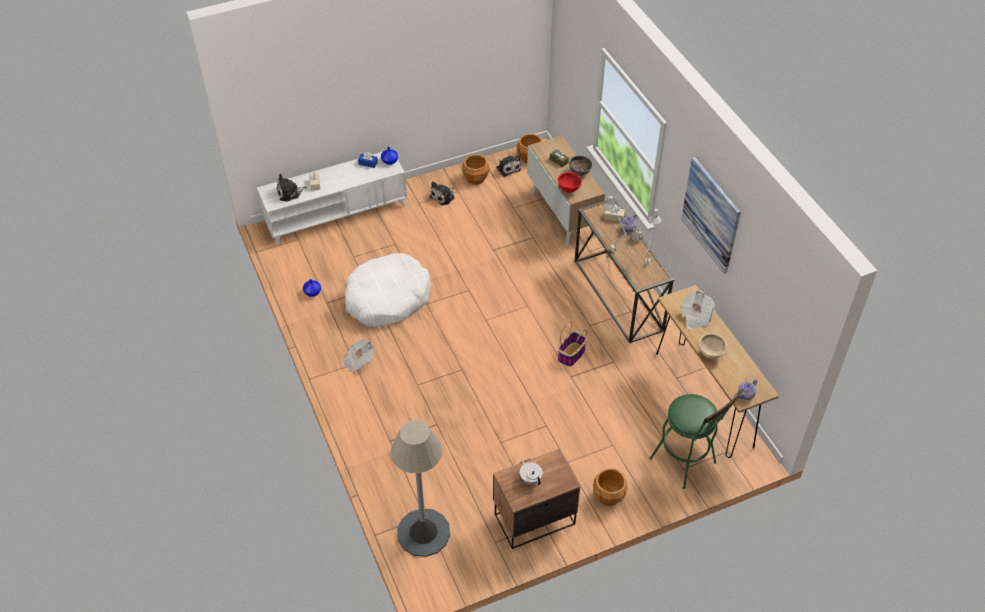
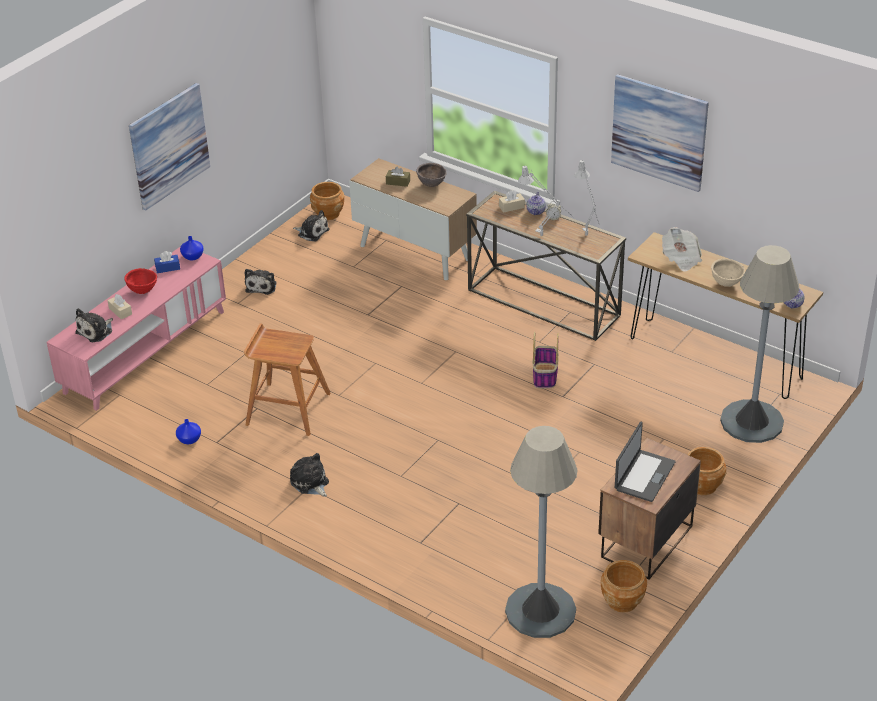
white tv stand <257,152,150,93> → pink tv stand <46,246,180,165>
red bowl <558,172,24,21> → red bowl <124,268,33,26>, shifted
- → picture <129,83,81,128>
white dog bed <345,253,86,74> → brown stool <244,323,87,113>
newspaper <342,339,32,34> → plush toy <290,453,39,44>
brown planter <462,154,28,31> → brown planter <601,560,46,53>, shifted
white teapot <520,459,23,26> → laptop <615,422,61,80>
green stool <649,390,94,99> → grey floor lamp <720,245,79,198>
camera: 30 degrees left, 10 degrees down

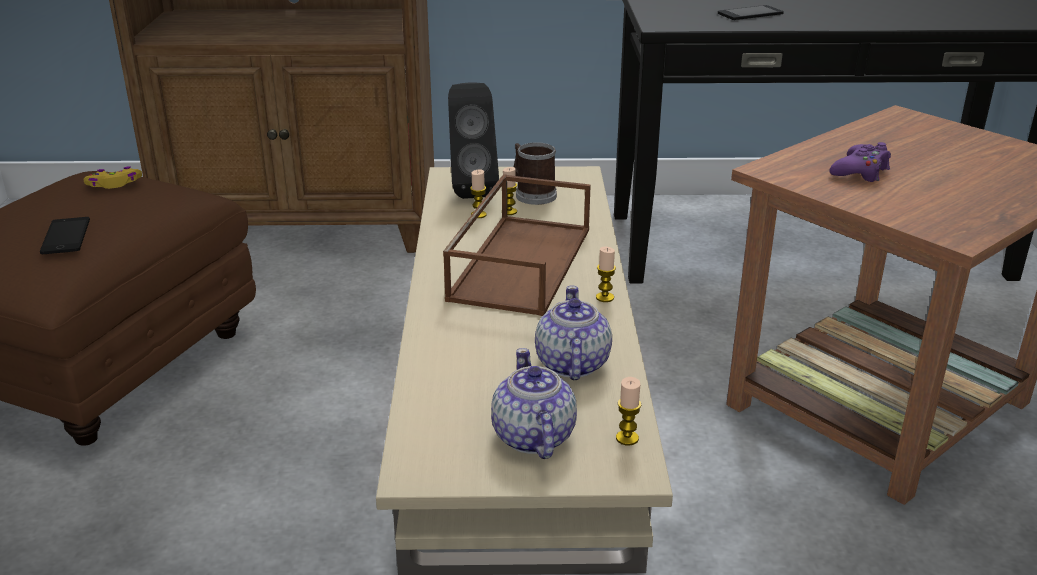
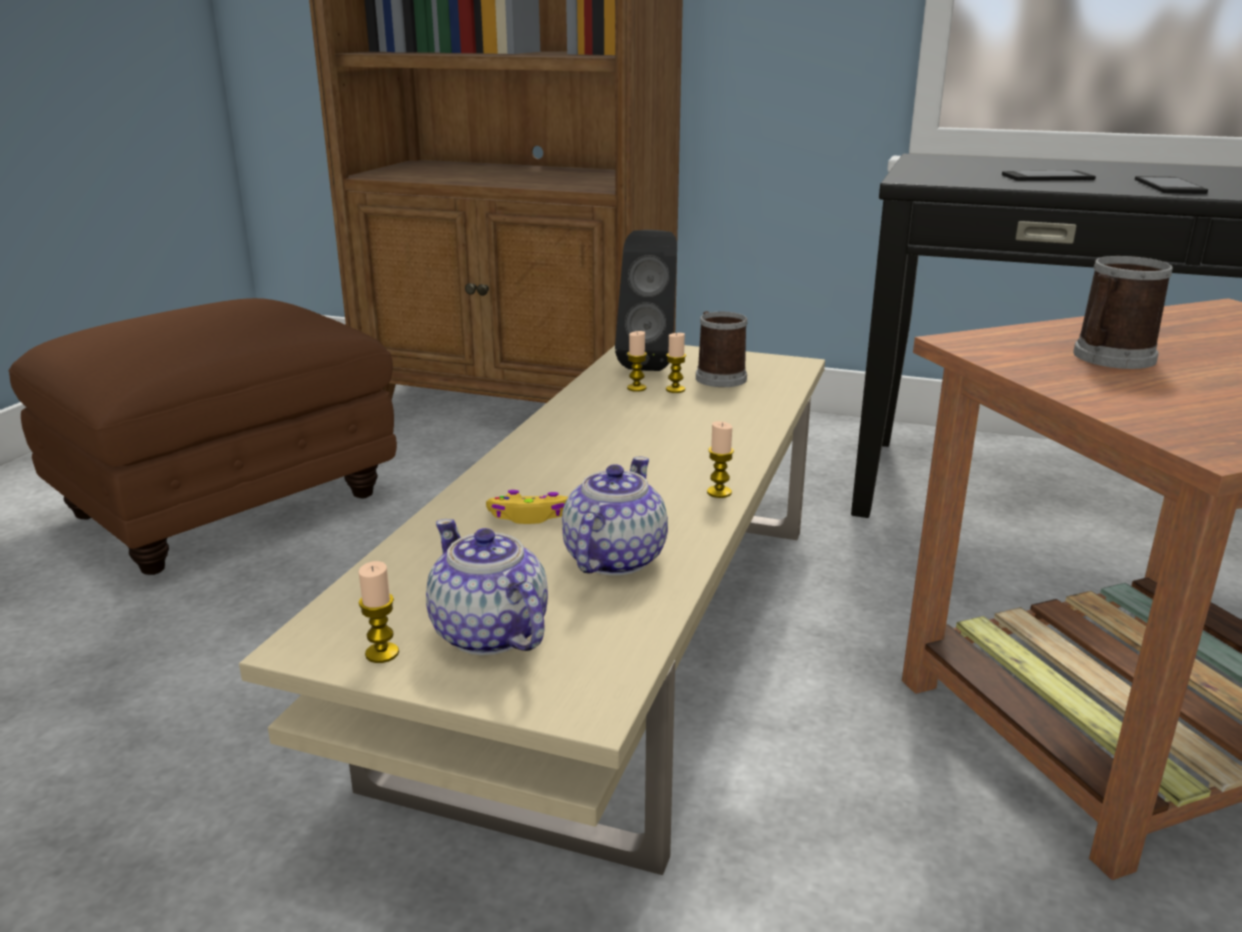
candle <616,377,25,69> → candle <359,561,40,102>, shifted
teapot <491,348,86,111> → teapot <426,519,122,136>, 45 degrees counterclockwise
yellow game controller <83,167,59,22> → yellow game controller <486,490,82,34>, shifted
purple game controller <829,142,62,40> → mug <1073,256,100,113>
phone <40,217,50,37> → phone <1135,176,73,18>, shifted
brown tray <443,174,148,142> → -
camera: 20 degrees right, 5 degrees down

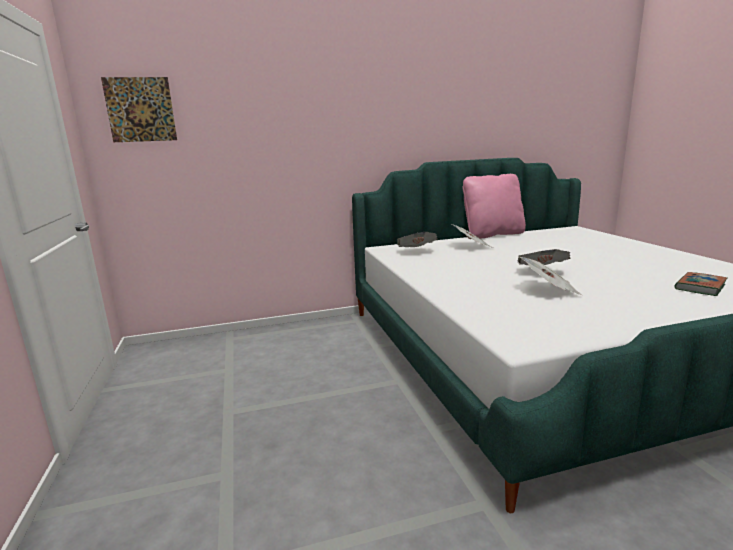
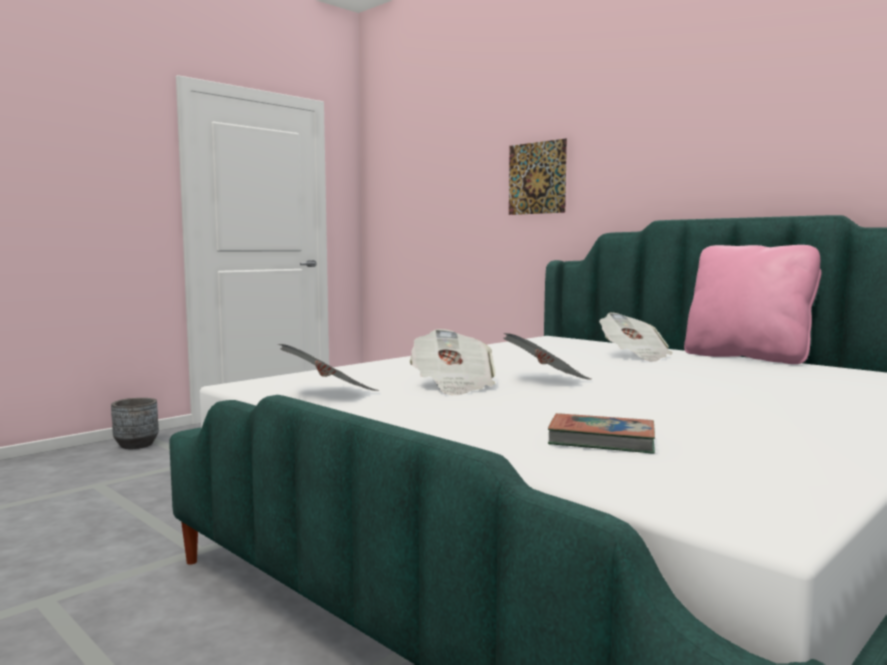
- → grey planter <111,398,48,51>
newspaper <397,232,40,15> → newspaper <277,344,102,47>, shifted
picture <101,77,76,65> → picture <509,139,58,76>, shifted
camera: 60 degrees right, 10 degrees down

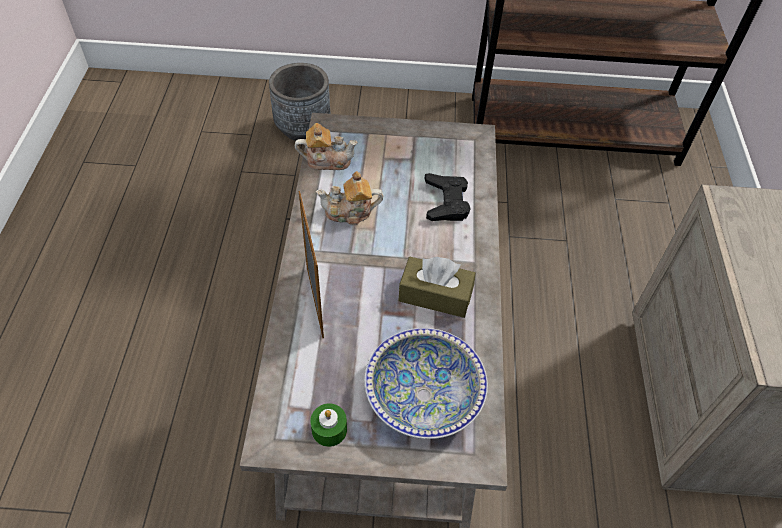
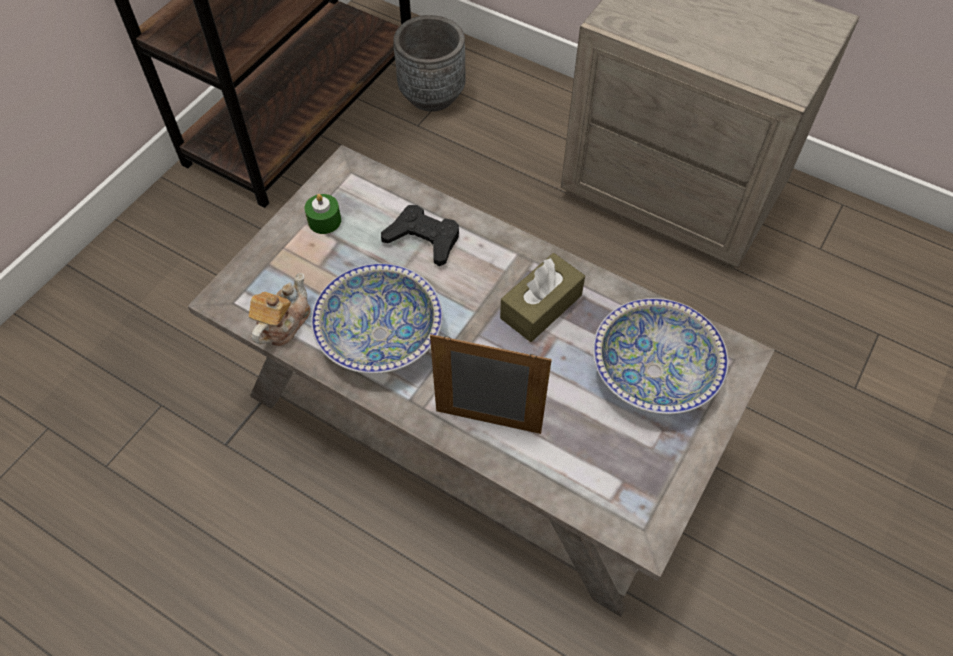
green candle <310,403,37,44> → green candle <305,194,36,40>, shifted
teapot <316,171,67,54> → bowl <311,263,132,111>
grey planter <269,63,61,78> → grey planter <394,15,72,97>, shifted
camera: 60 degrees left, 5 degrees up

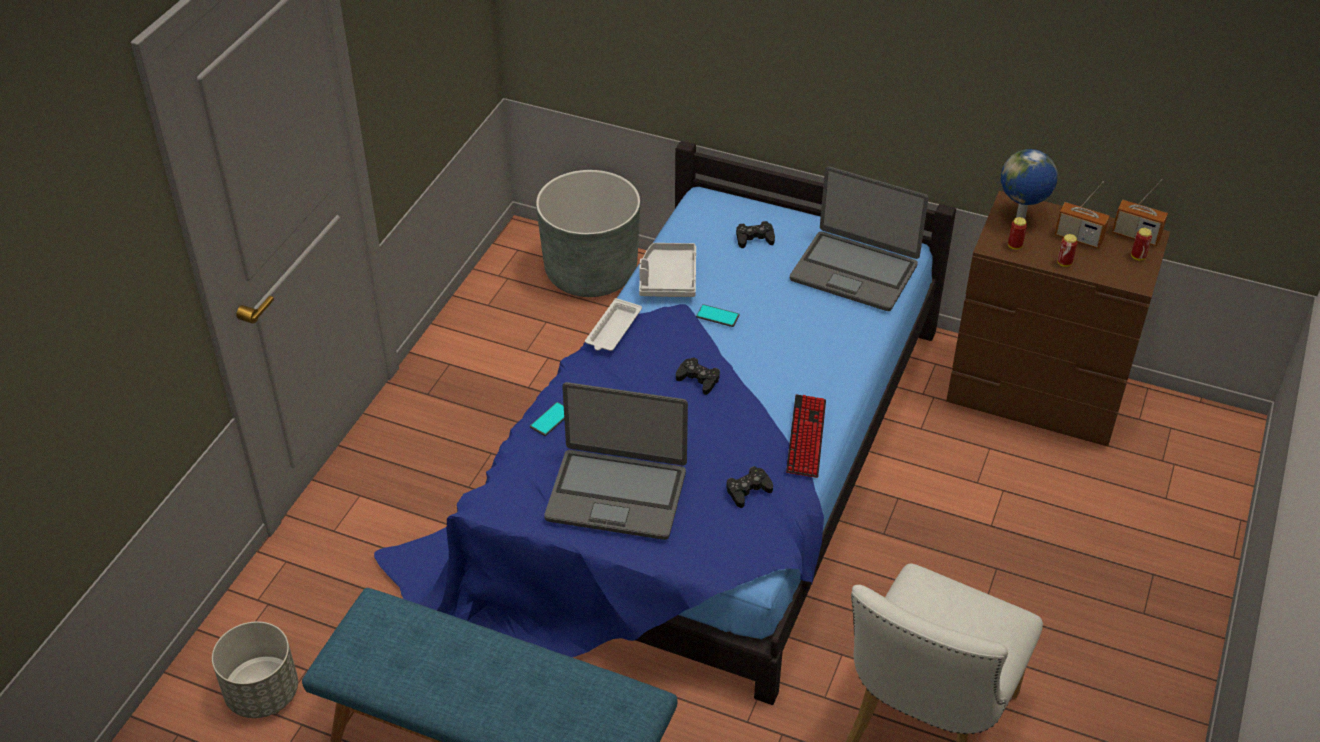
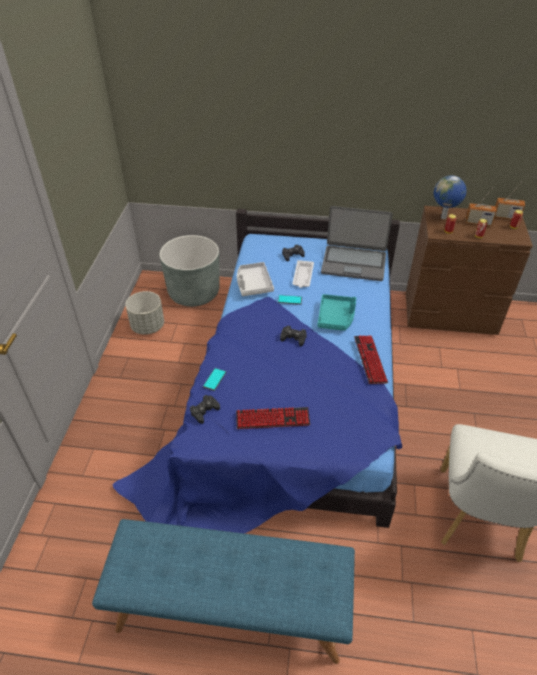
grey planter <212,621,86,97> → grey planter <126,291,38,44>, shifted
black game controller <726,466,47,42> → black game controller <190,395,30,29>, shifted
laptop <544,382,144,158> → keyboard <236,407,74,22>
white tray <585,298,57,53> → white tray <292,260,22,28>, shifted
- → turquoise tray <318,294,38,37>
camera: 15 degrees left, 0 degrees up

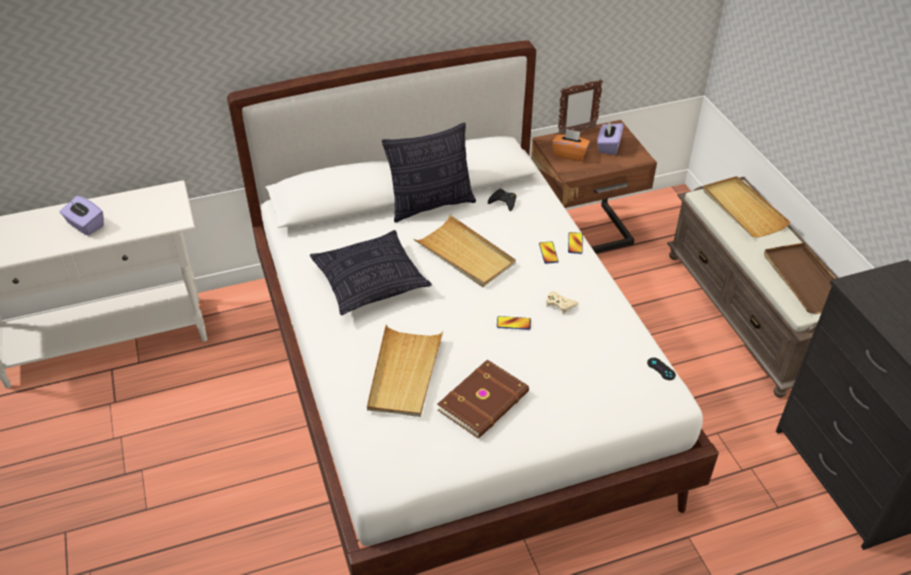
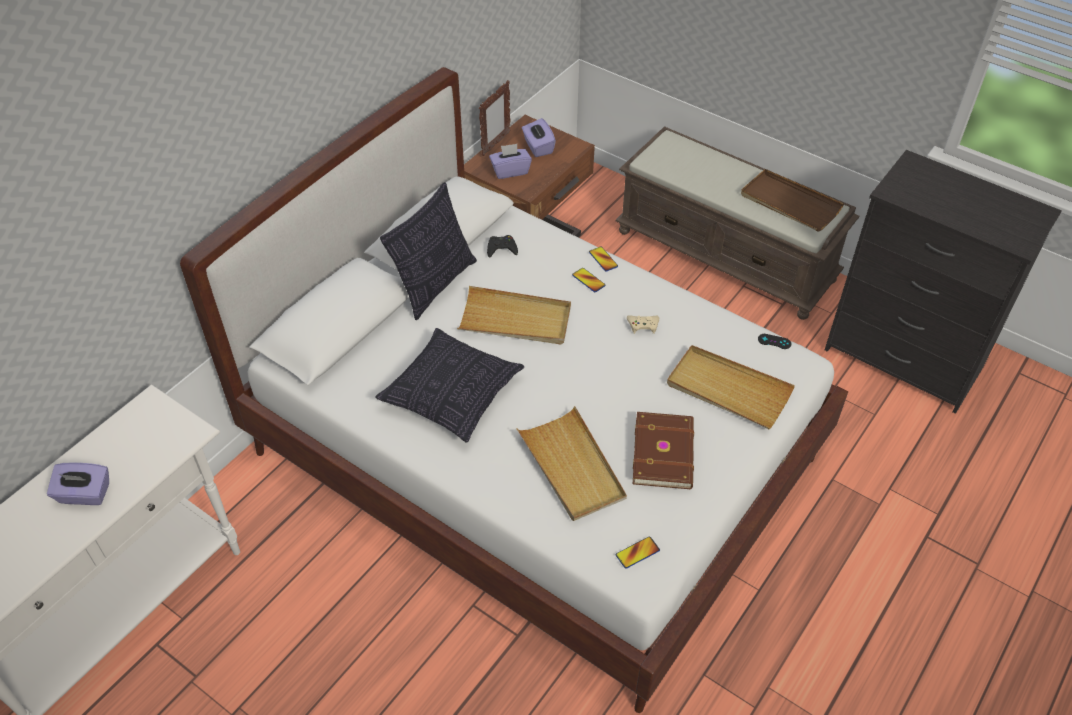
orange tissue box <552,129,38,32> → purple tissue box <489,144,43,35>
phone <497,316,34,14> → phone <616,537,44,32>, shifted
beige tray <703,176,88,62> → beige tray <667,345,128,84>, shifted
camera: 35 degrees left, 5 degrees up

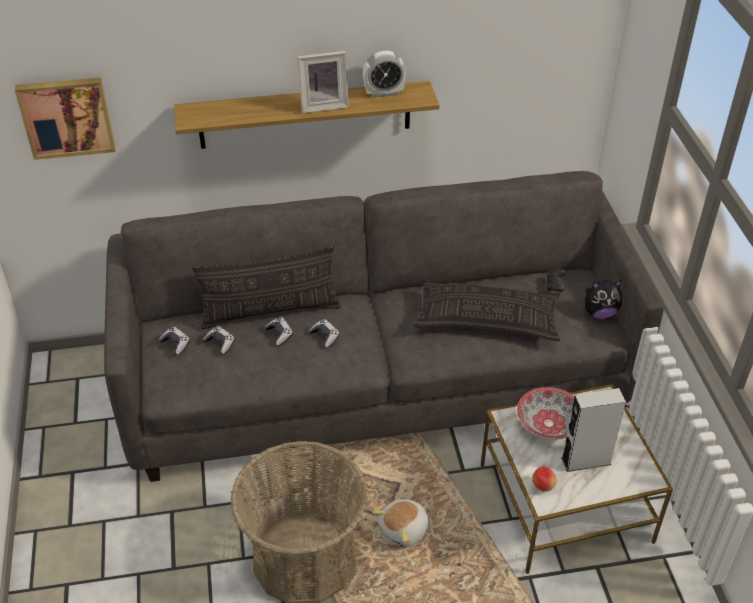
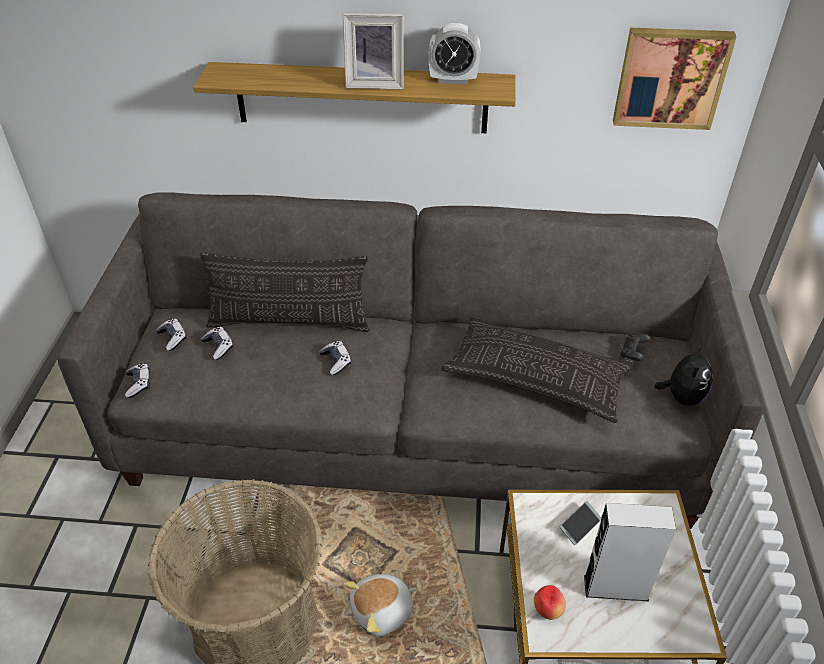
game controller <265,317,28,29> → game controller <125,363,25,35>, shifted
bowl <517,387,57,53> → phone <560,501,42,44>
picture <15,77,101,83> → picture <613,28,124,102>, shifted
plush toy <585,280,37,39> → plush toy <654,345,59,61>, 75 degrees counterclockwise
camera: 15 degrees right, 0 degrees up

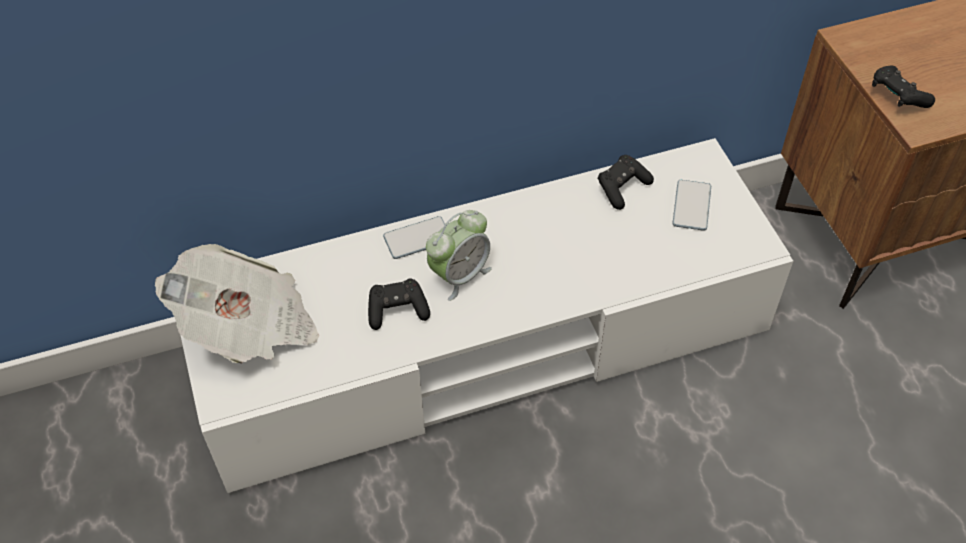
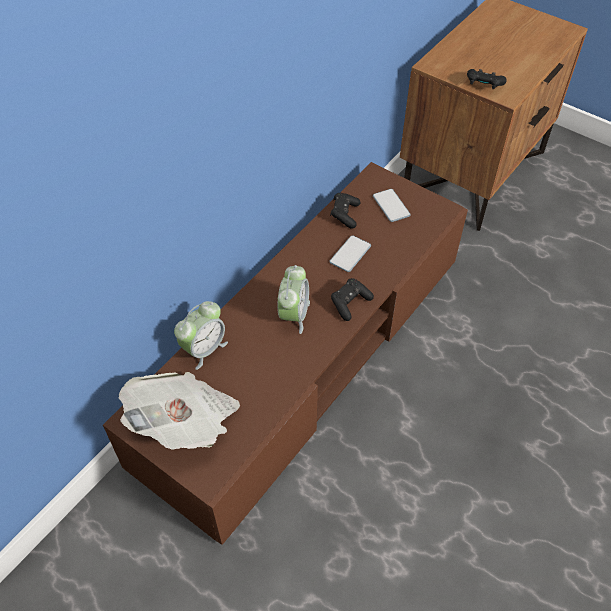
white tv stand <180,138,613,355> → brown tv stand <103,162,365,383>
- → alarm clock <174,301,54,69>
phone <383,216,62,43> → phone <329,235,42,37>, shifted
black game controller <368,278,62,52> → black game controller <331,278,43,43>, shifted
camera: 35 degrees left, 0 degrees up

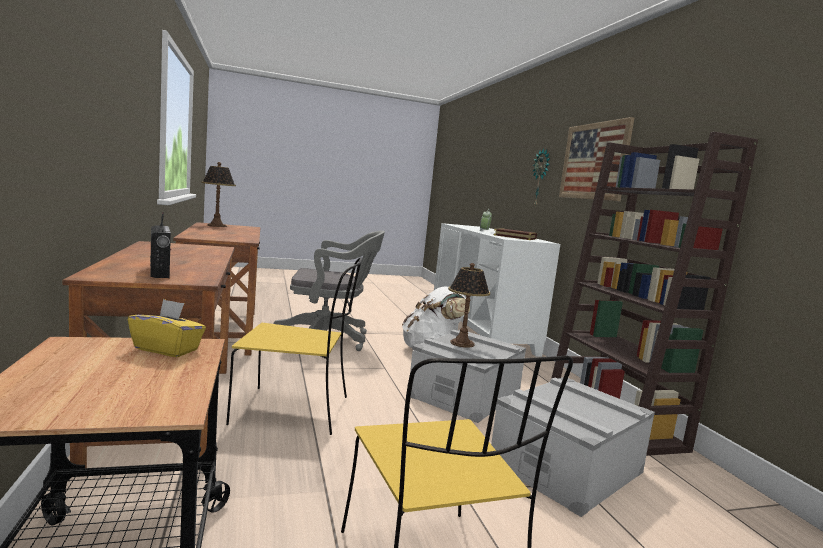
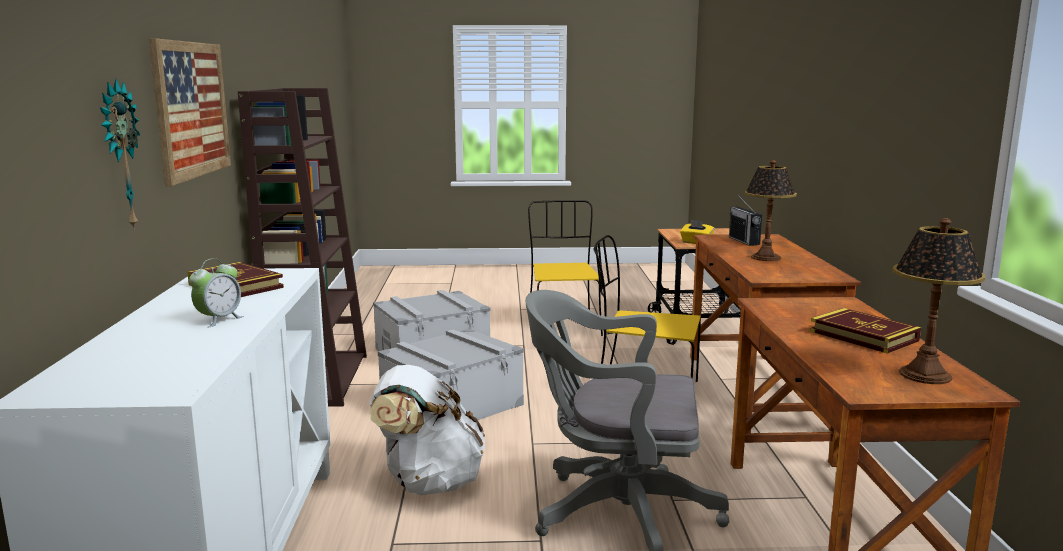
table lamp <448,263,42,85> → table lamp <745,160,52,101>, shifted
- → book <810,308,111,46>
camera: 165 degrees left, 5 degrees up

